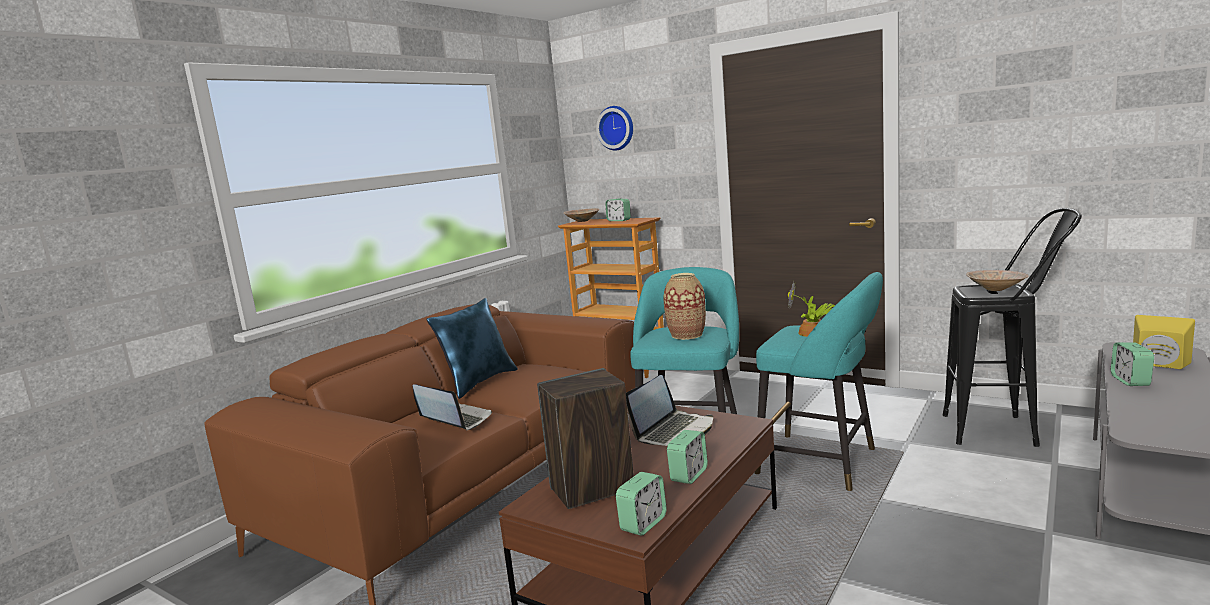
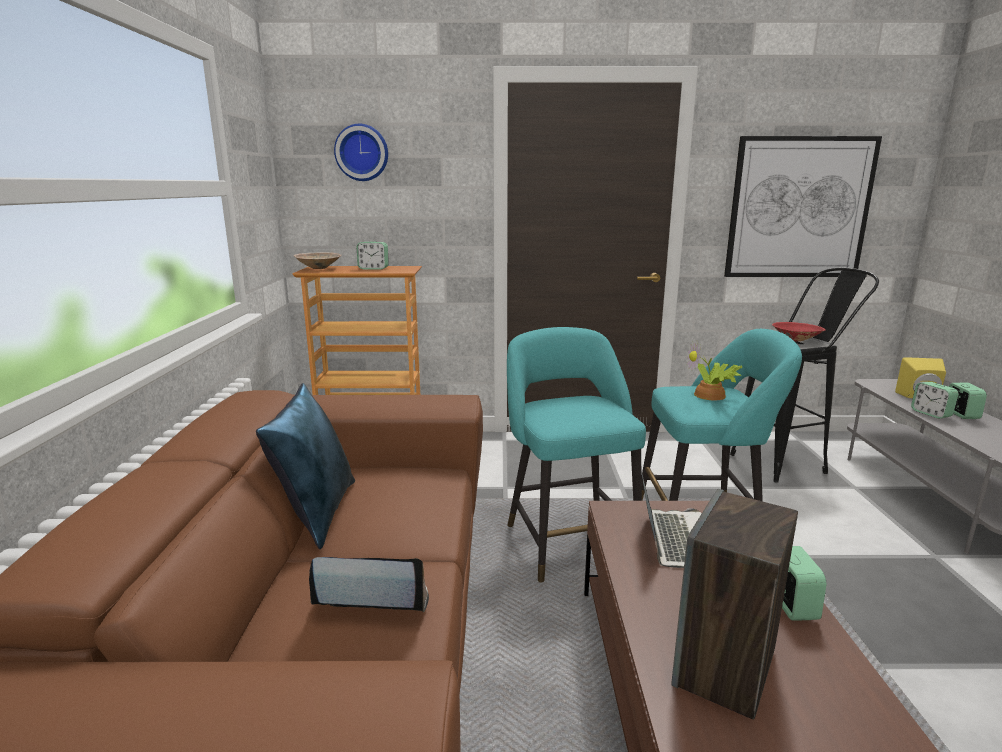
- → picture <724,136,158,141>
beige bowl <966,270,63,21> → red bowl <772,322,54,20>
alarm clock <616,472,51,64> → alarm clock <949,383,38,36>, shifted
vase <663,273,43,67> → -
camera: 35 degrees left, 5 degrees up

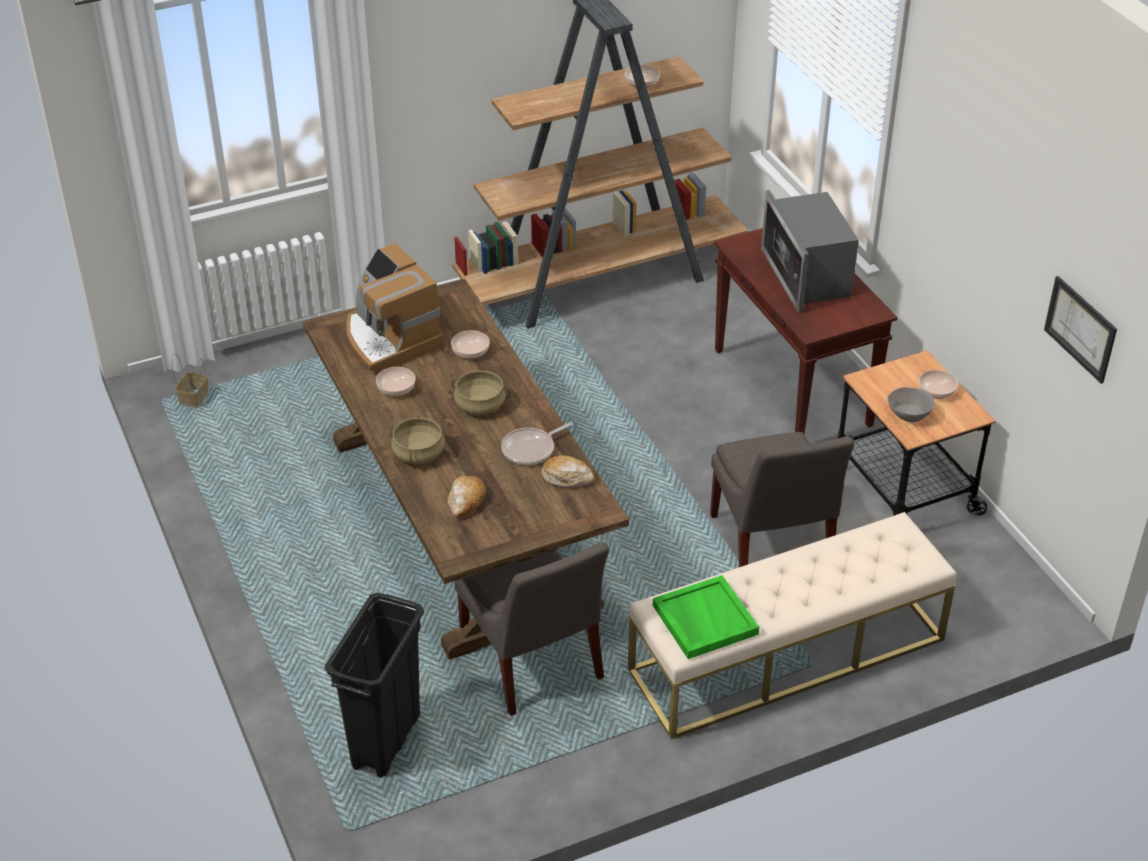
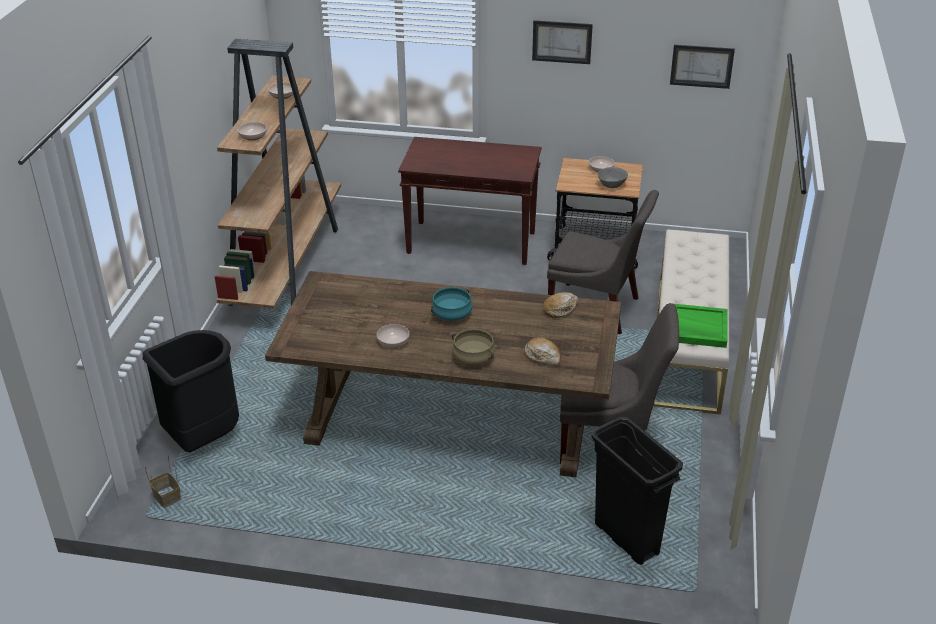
- → black trash can <143,330,96,122>
bowl <451,330,39,29> → bowl <237,122,30,19>, shifted
beige cooking pot <451,370,59,45> → turquoise cooking pot <431,287,42,34>
- → picture <532,20,61,44>
coffee machine <346,243,97,132> → -
frying pan <501,422,72,43> → -
microwave <761,190,98,124> → -
camera: 55 degrees left, 5 degrees down

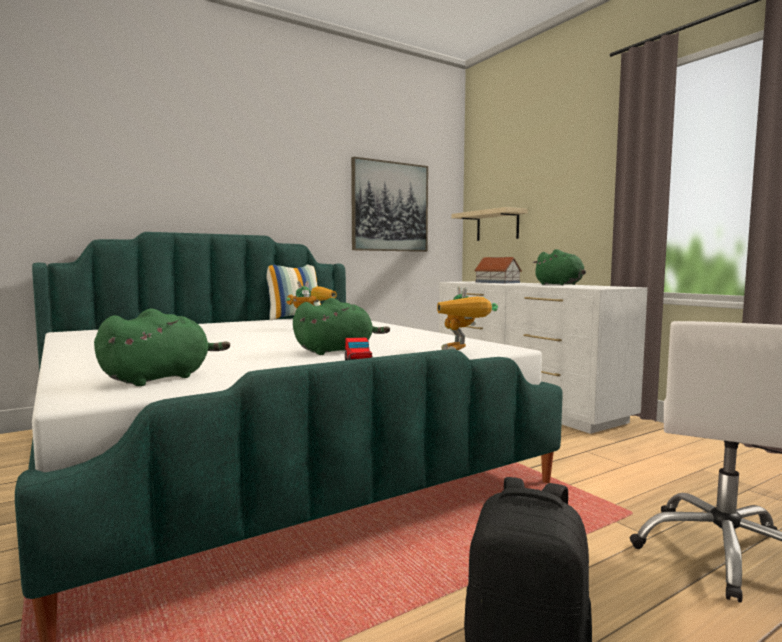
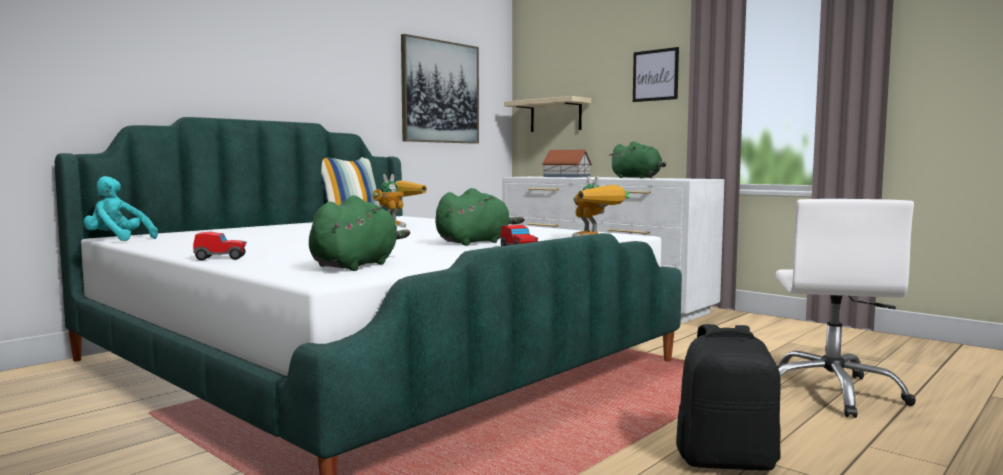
- → turquoise plush toy <83,176,75,65>
- → toy car <193,232,54,29>
- → picture <633,47,46,55>
camera: 15 degrees left, 0 degrees up

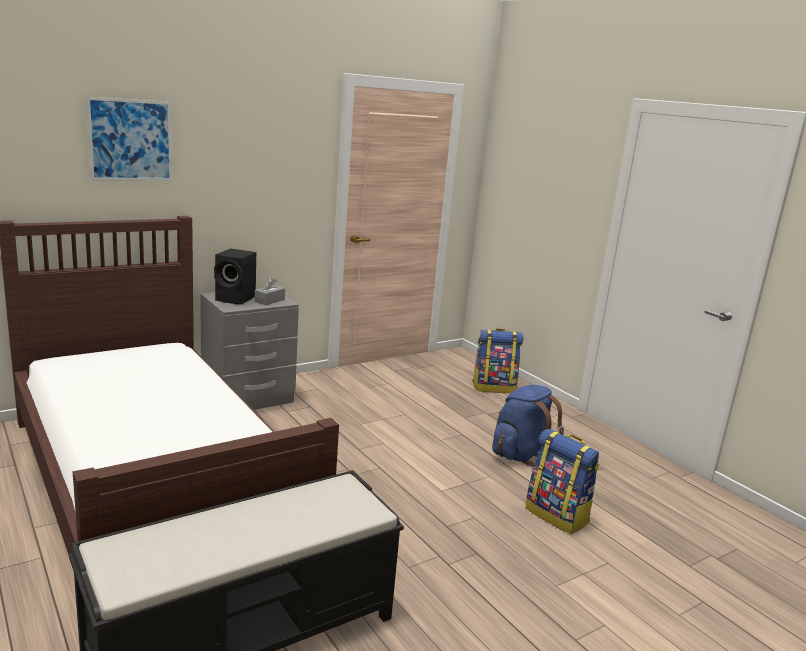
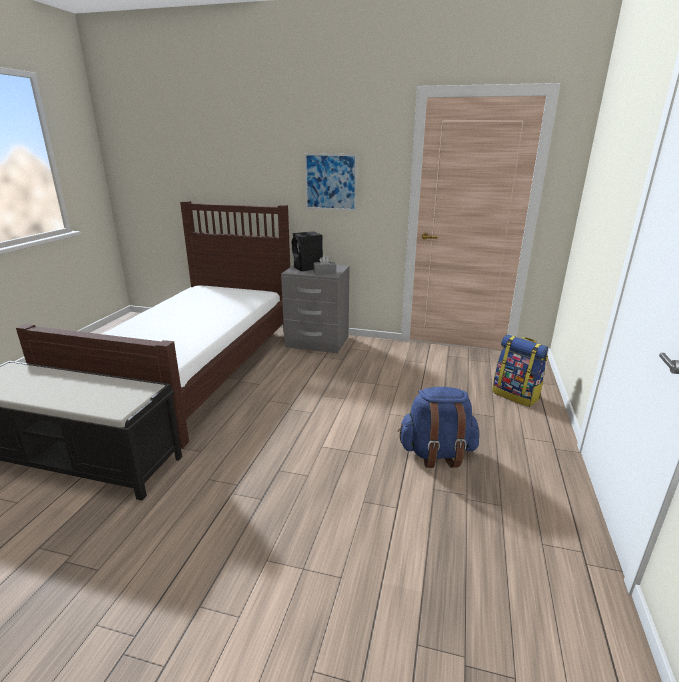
picture <86,97,86,84> → picture <305,153,52,58>, shifted
backpack <525,429,74,105> → -
camera: 50 degrees right, 5 degrees up

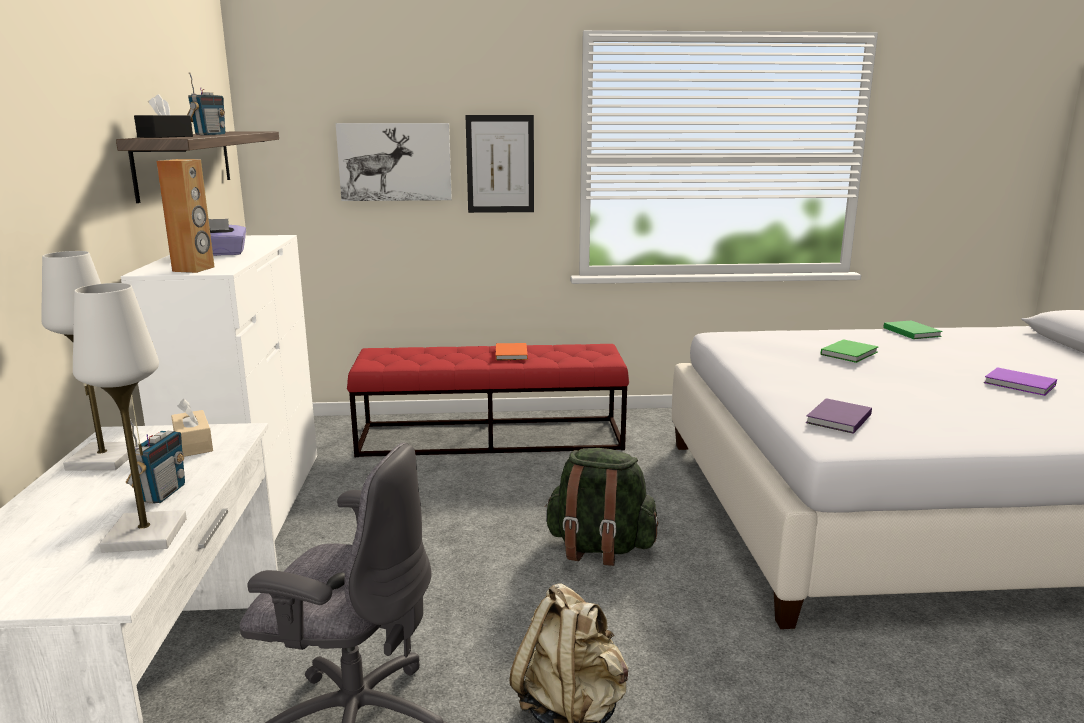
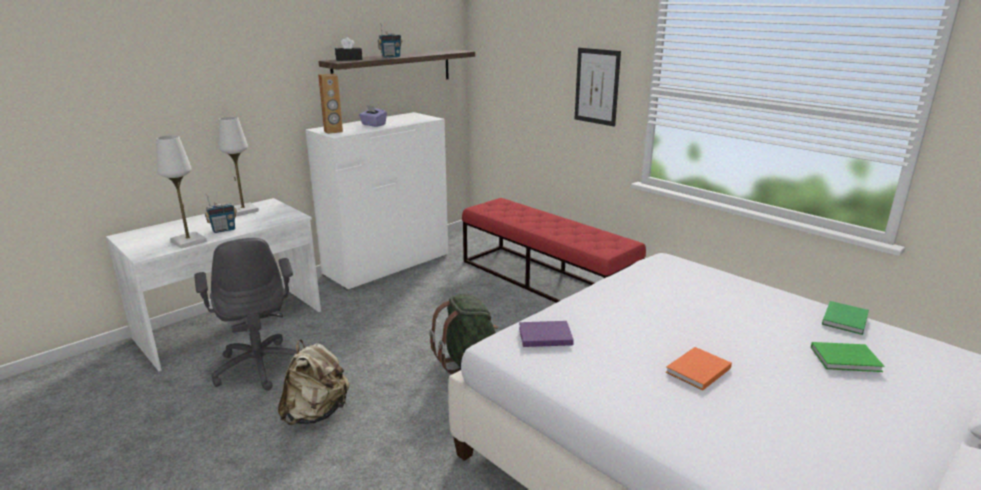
orange book <496,343,32,17> → orange book <666,347,66,43>, shifted
green book <821,339,58,24> → green book <811,342,73,30>, shifted
beige tissue box <171,399,42,58> → -
picture <336,123,116,78> → -
purple book <984,367,73,29> → -
camera: 50 degrees right, 5 degrees up

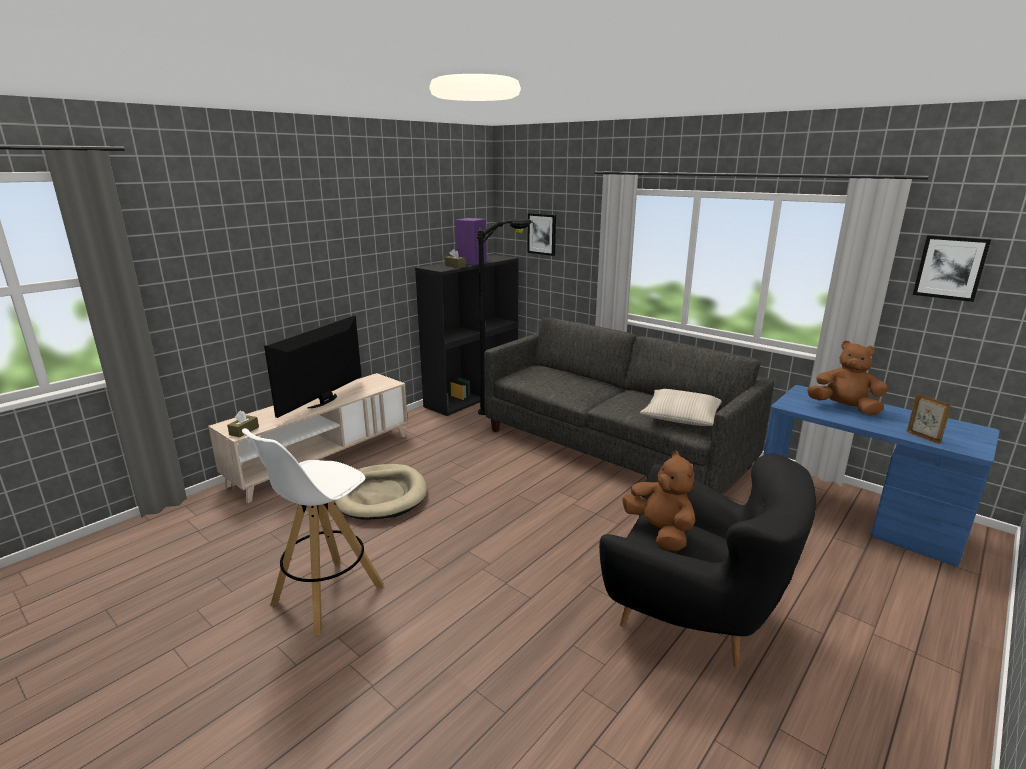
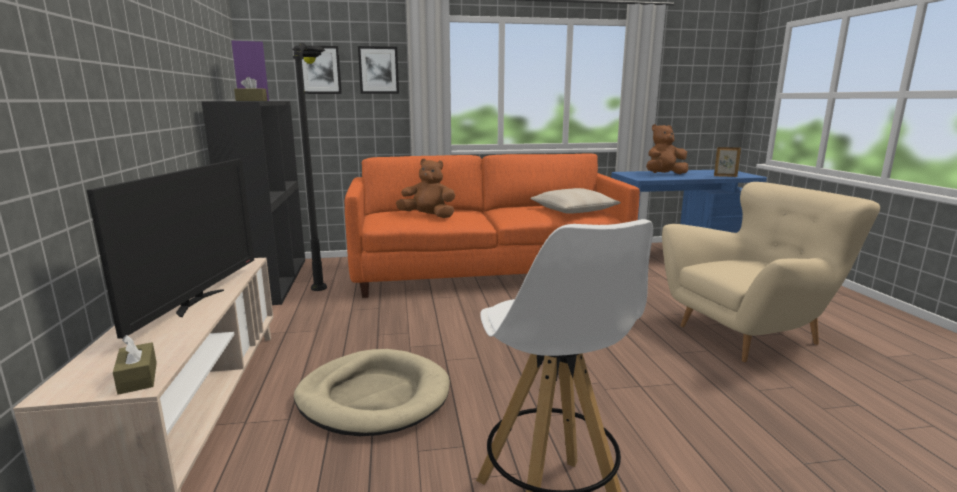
television <264,315,98,103> → television <87,159,167,180>, 150 degrees counterclockwise
grey sofa <484,317,290,177> → orange sofa <345,154,295,144>
picture <913,235,79,67> → picture <358,46,41,48>, shifted
brown plush toy <622,451,73,100> → brown plush toy <396,159,59,59>, shifted
black armchair <599,454,217,214> → beige armchair <662,182,218,180>
camera: 50 degrees left, 5 degrees down

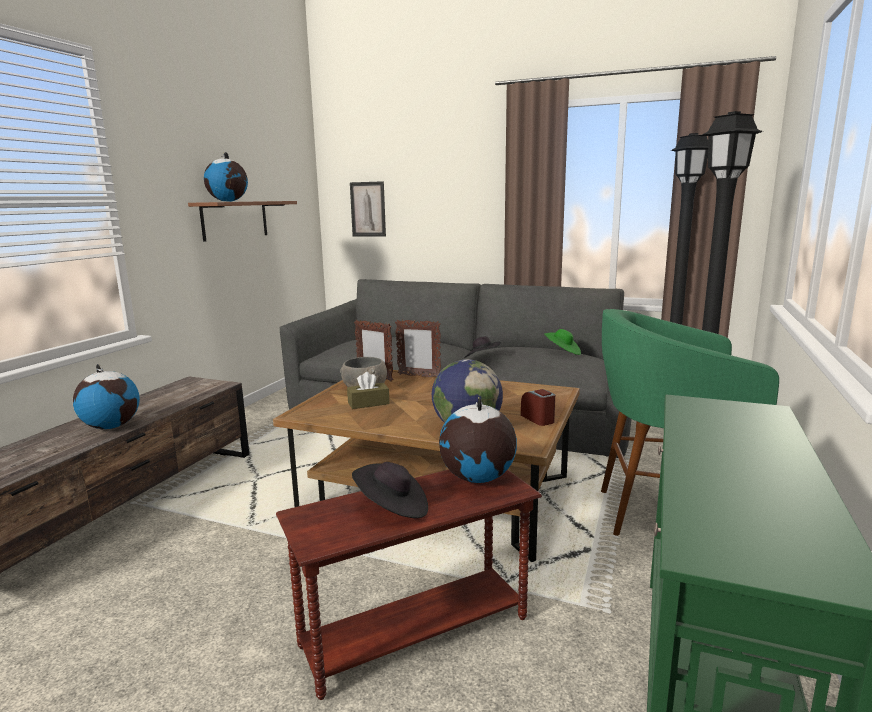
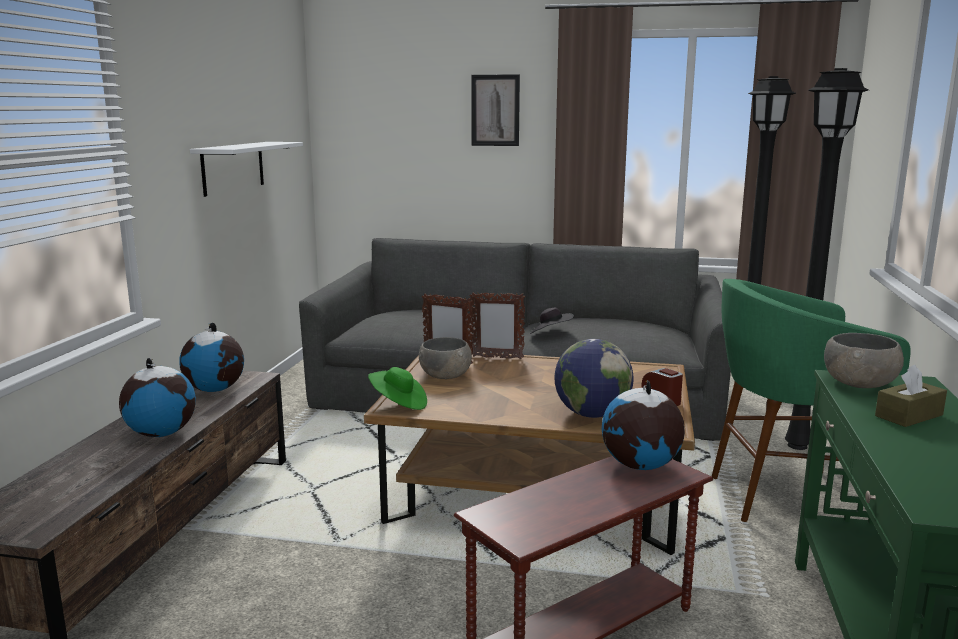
globe <204,152,44,50> → globe <179,323,65,69>, shifted
brown shelf <188,201,109,41> → white shelf <190,142,113,55>
green hat <544,329,37,26> → green hat <368,367,59,43>, shifted
picture <350,181,36,56> → picture <471,74,49,72>, shifted
- → grey bowl <824,333,80,55>
brown tissue box <347,372,43,37> → brown tissue box <875,365,72,62>, shifted
black hat <352,462,76,56> → -
camera: 10 degrees left, 0 degrees up

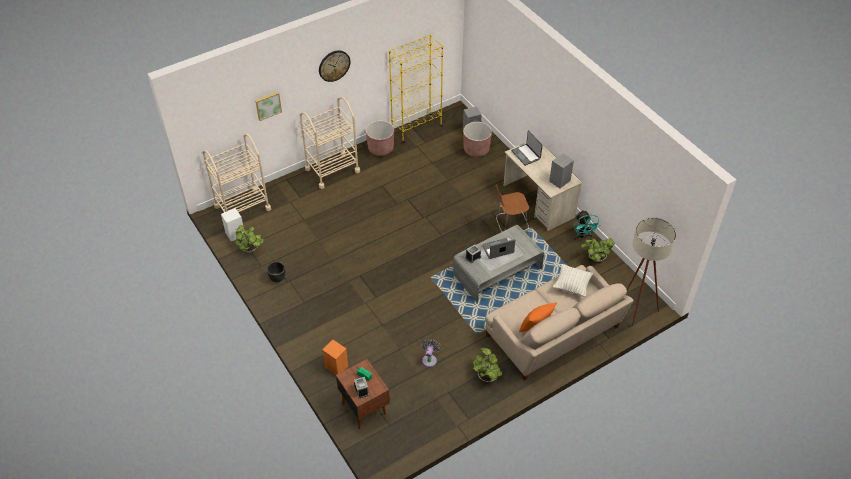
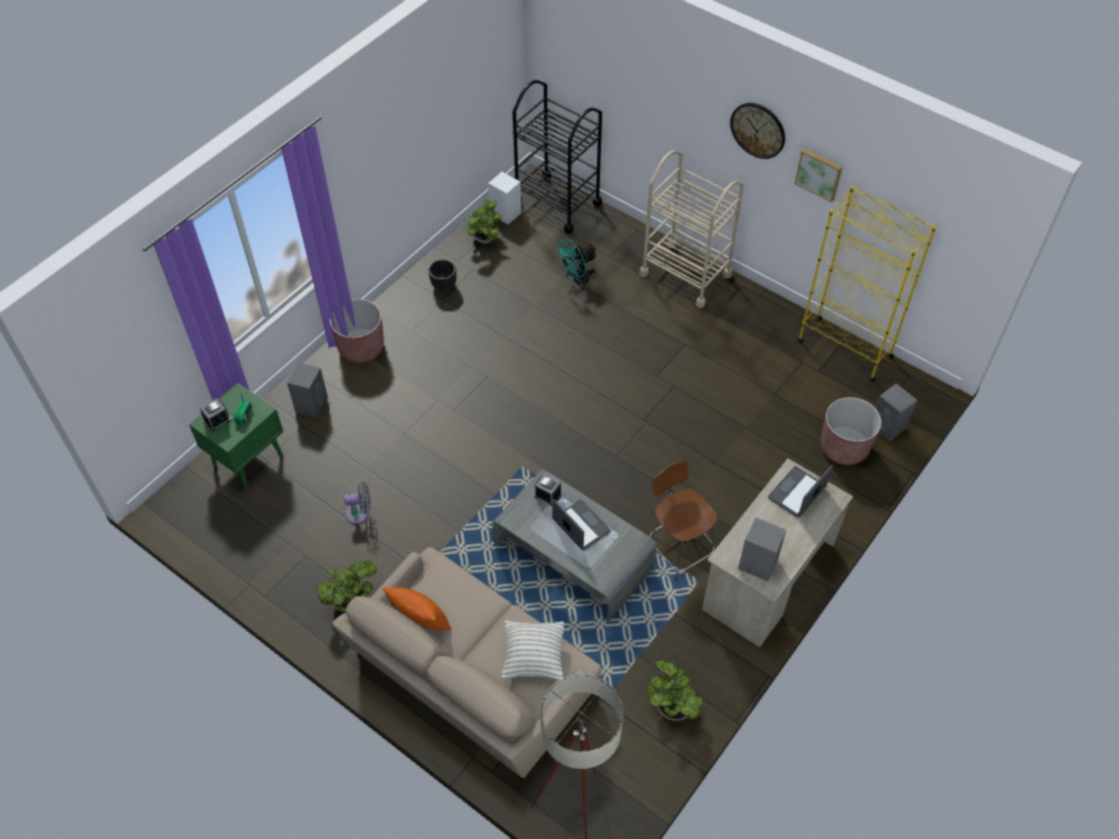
brown nightstand <336,359,54,70> → green nightstand <189,383,94,106>
orange speaker <322,340,26,35> → grey speaker <287,362,41,55>
brown planter <366,120,28,36> → brown planter <330,299,54,64>, shifted
beige cart <203,134,68,78> → black cart <513,80,89,154>
turquoise fan <574,210,27,30> → turquoise fan <555,239,43,51>, shifted
picture <255,92,27,29> → picture <795,149,47,53>, shifted
camera: 70 degrees right, 5 degrees up

